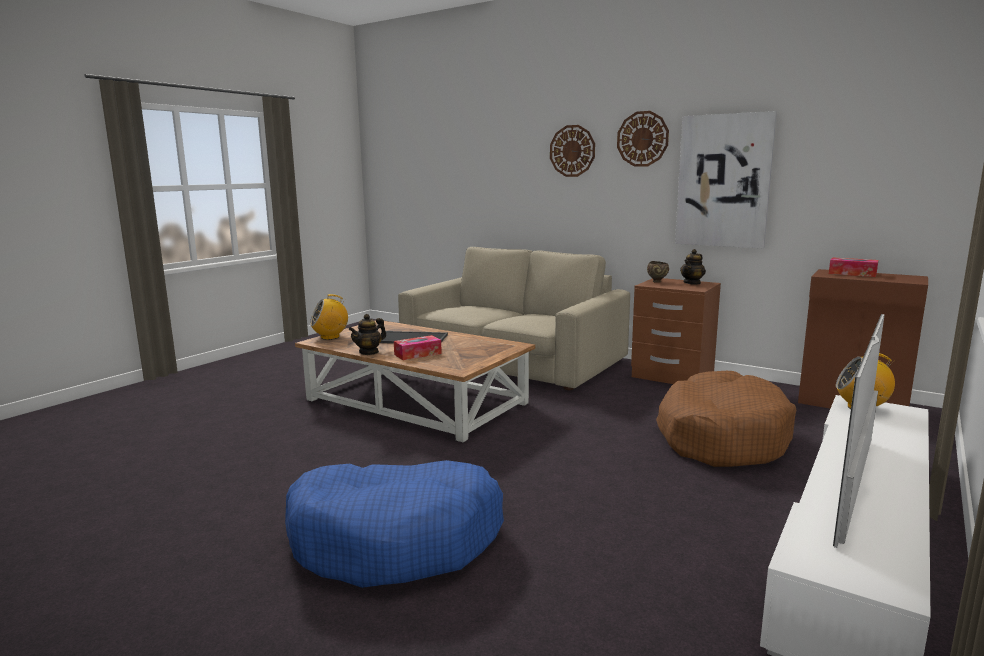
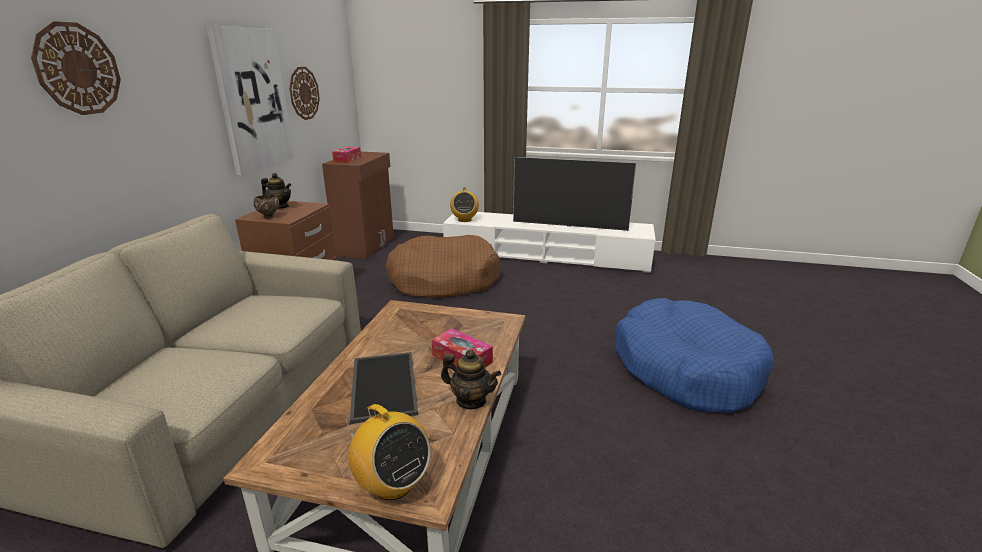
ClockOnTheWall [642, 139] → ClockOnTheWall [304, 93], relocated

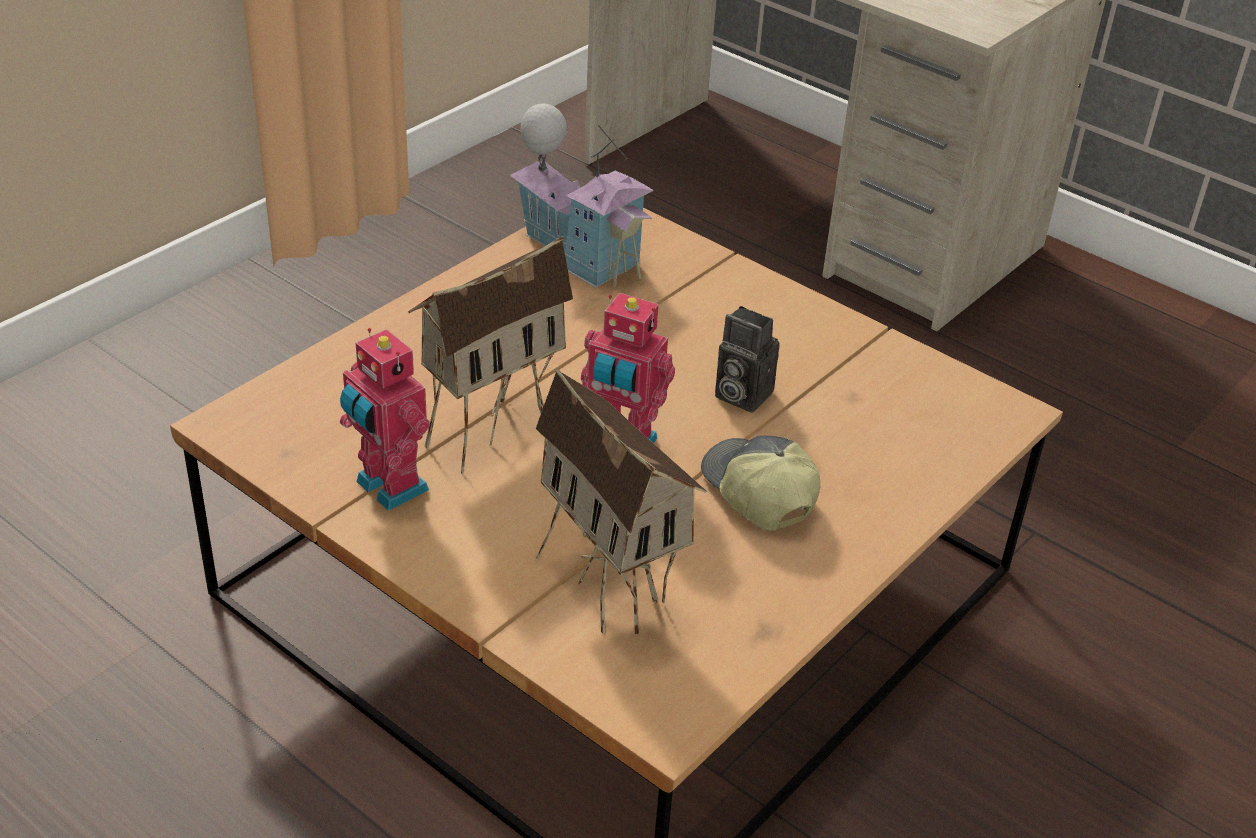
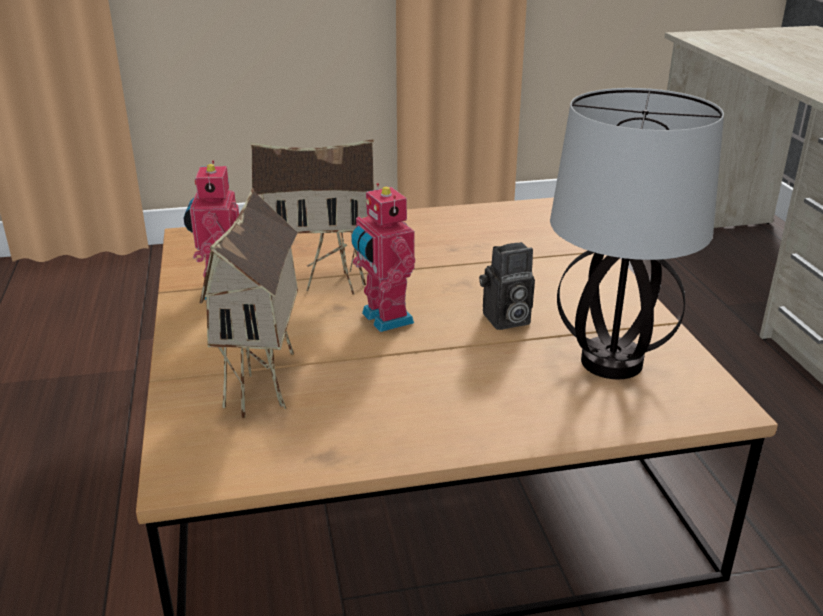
ToyHouse [581, 253] → -
PhotoCamera [739, 395] → PhotoCamera [505, 320], 90 degrees counterclockwise
BaseballCap [756, 493] → -
- → LampForATable [611, 363]

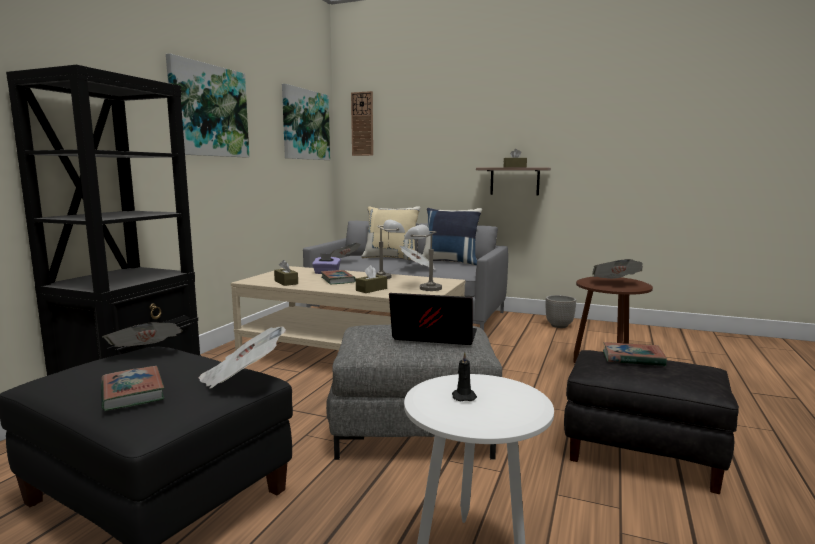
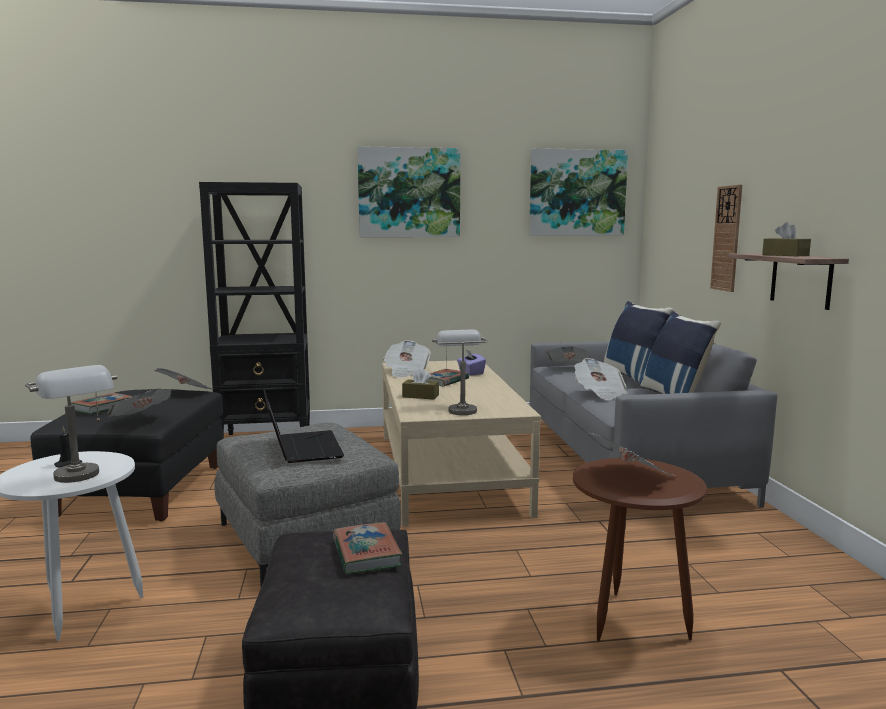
ClockOnTheWall [362, 124] → ClockOnTheWall [727, 238], relocated
SandColouredPillow [391, 258] → BluishPillow [633, 376]
GrayLampForATable [388, 277] → GrayLampForATable [83, 478], relocated
BrownishTissueHolder [286, 282] → Newspaper [406, 372]
PlantPot [559, 325] → -

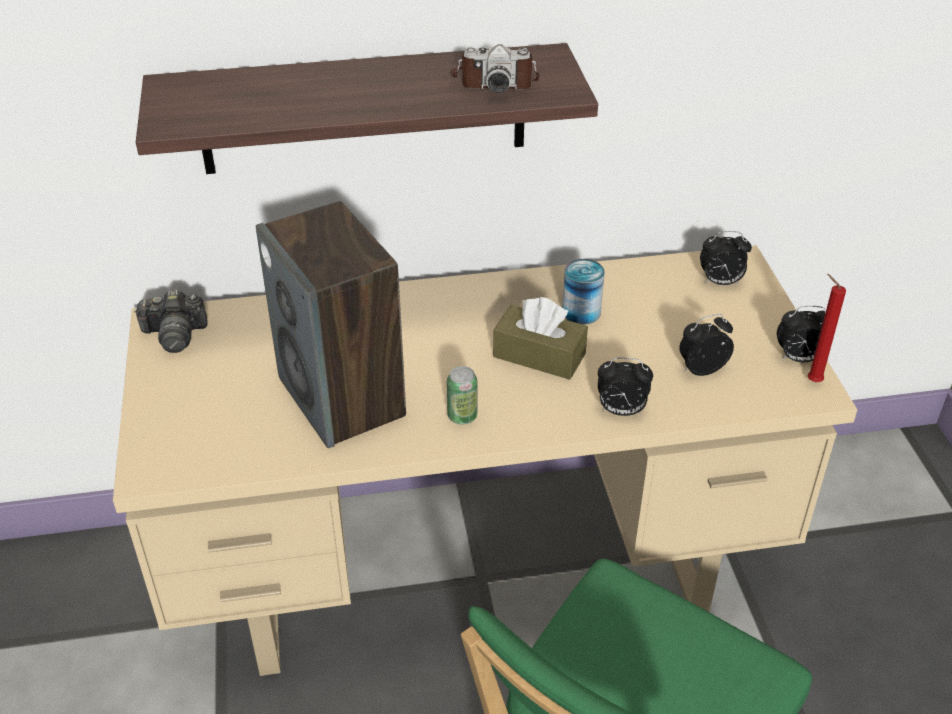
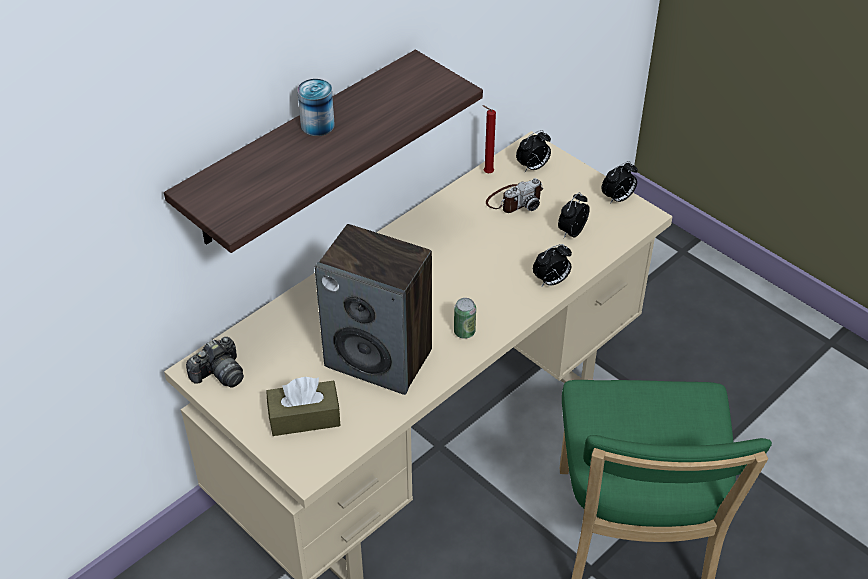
PhotoCamera [494, 81] → PhotoCamera [514, 200], relocated
SealedCan [581, 312] → SealedCan [317, 125], relocated
RedCandle [811, 381] → RedCandle [486, 173], relocated
BrownishTissueHolder [539, 355] → BrownishTissueHolder [304, 417], relocated

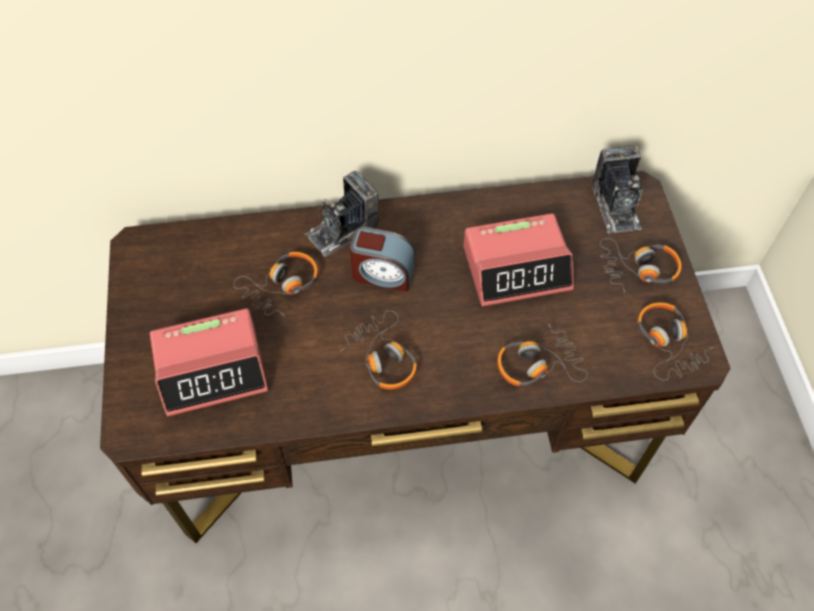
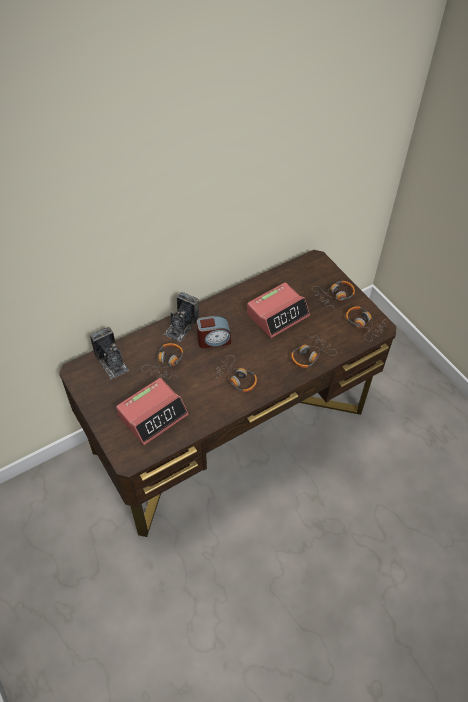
PhotoCamera [616, 206] → PhotoCamera [111, 362], relocated

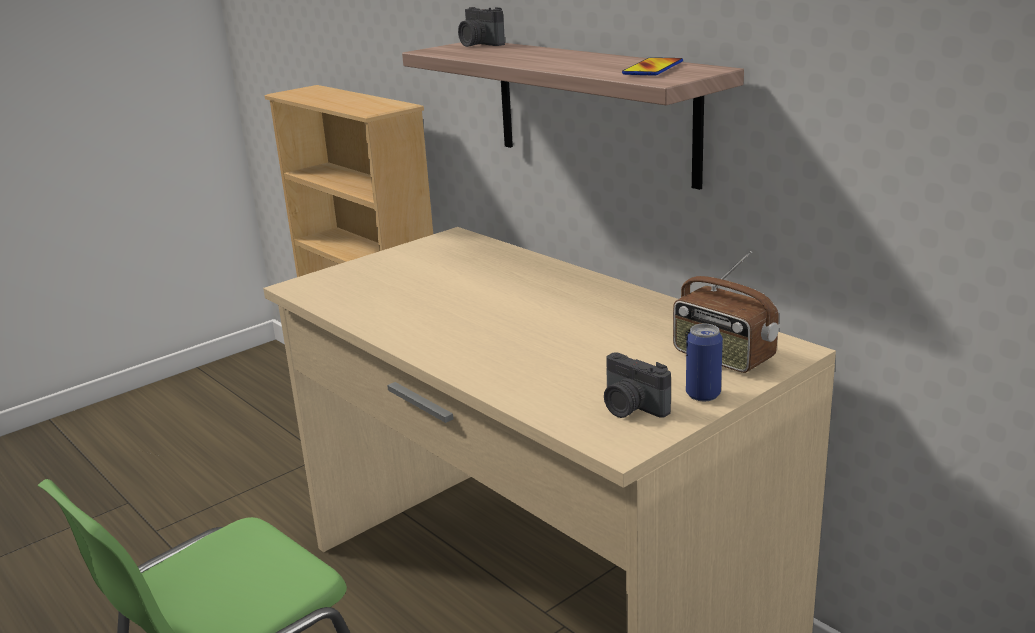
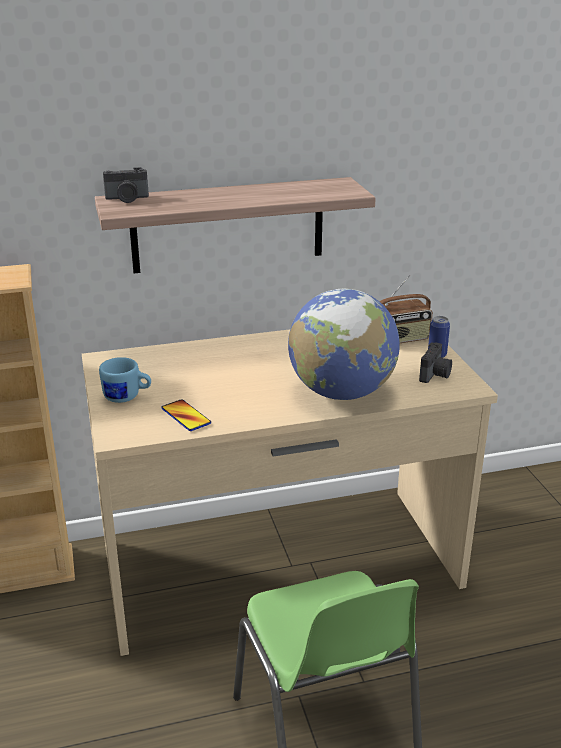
Phone [653, 68] → Phone [185, 416], relocated
PhotoCamera [631, 408] → PhotoCamera [435, 375], 45 degrees counterclockwise
- → DeskGlobe [341, 393]
- → BluishTeaMug [127, 397]

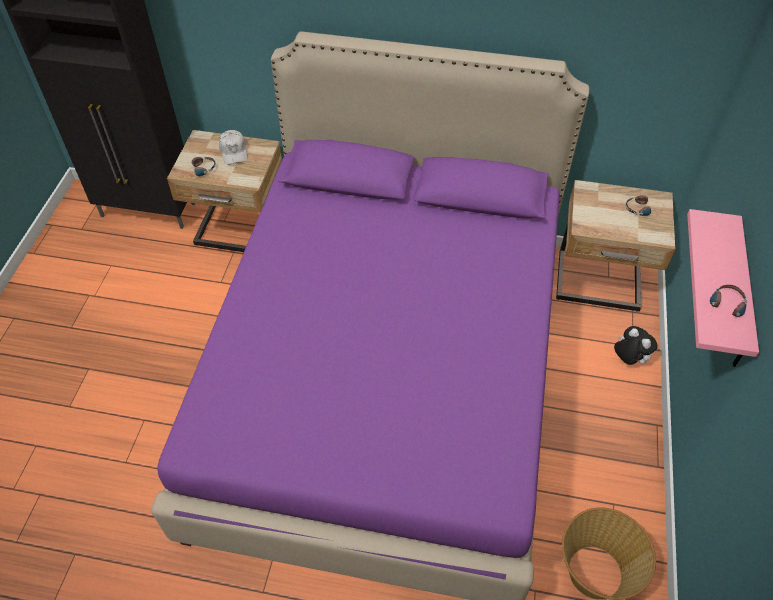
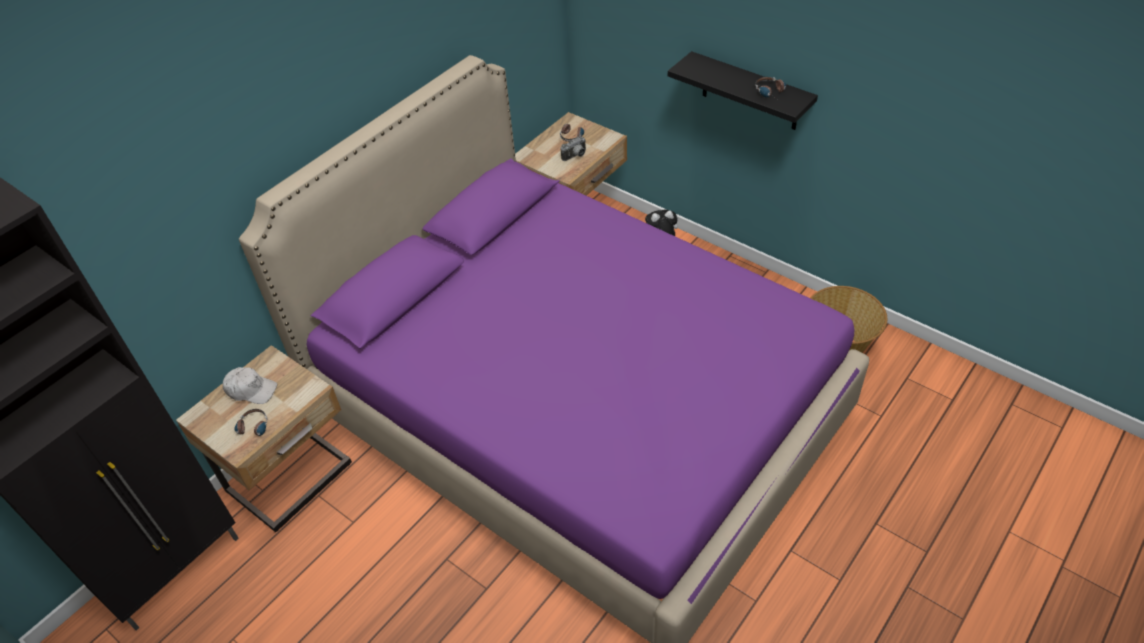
PinkColouredBracketShelf [739, 297] → BlackishBracketShelf [750, 92]
- → PhotoCamera [575, 156]

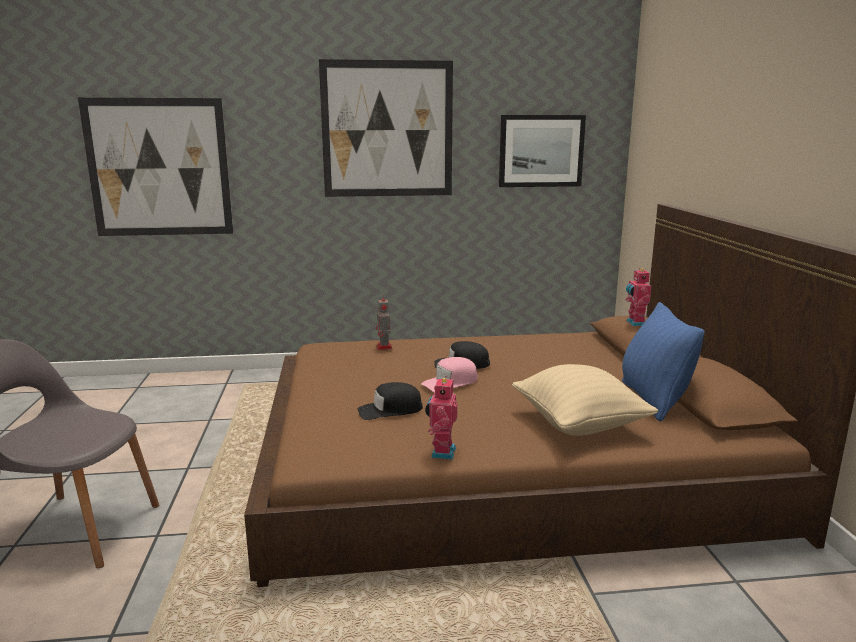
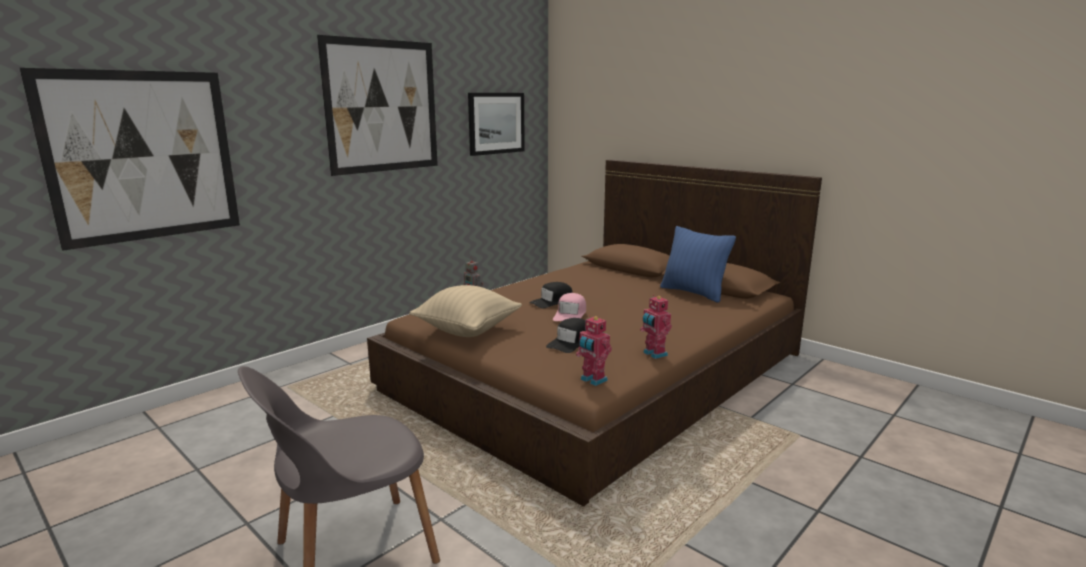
RobotFigure [635, 323] → RobotFigure [592, 380], relocated
SandColouredPillow [579, 425] → SandColouredPillow [467, 330], relocated

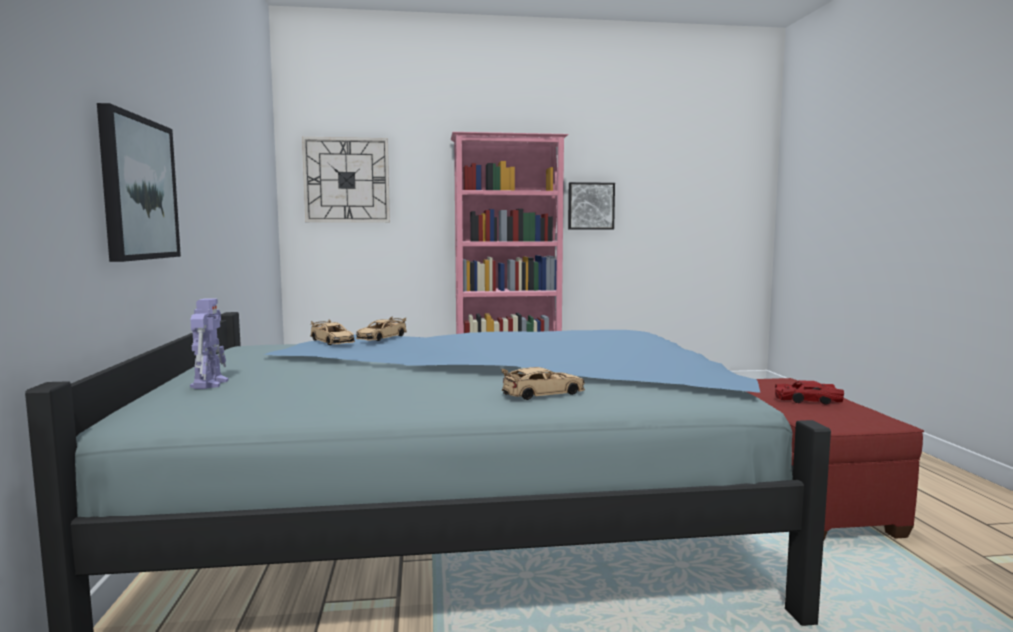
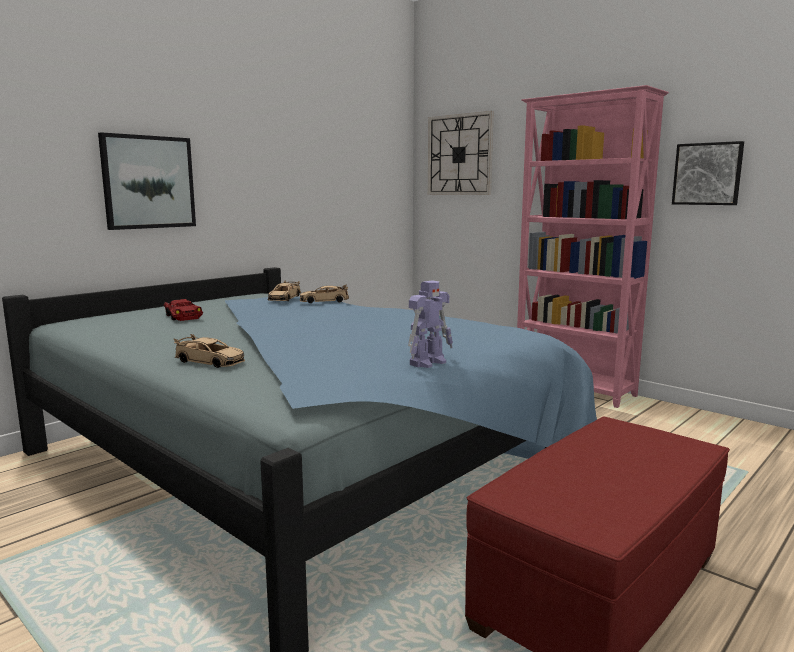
RobotFigure [210, 383] → RobotFigure [428, 362], relocated
RedModelCar [807, 400] → RedModelCar [182, 317], relocated

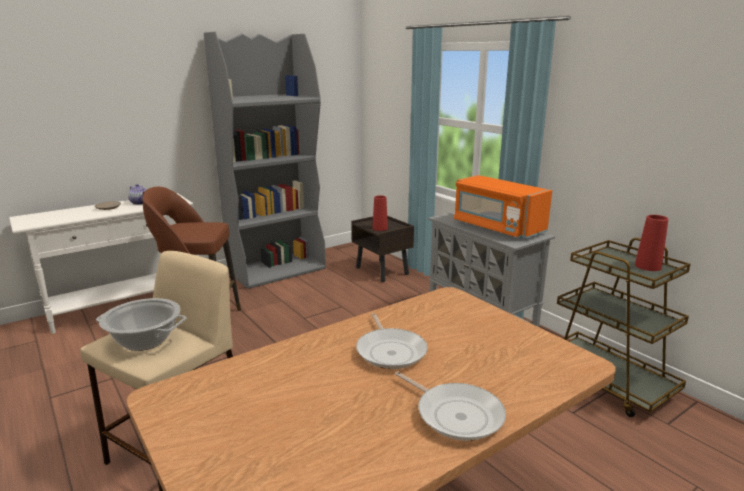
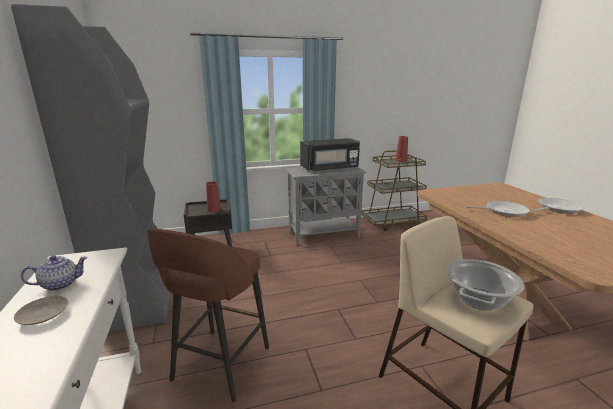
OrangeColouredMicrowave [497, 227] → BlackishMicrowave [330, 168]

